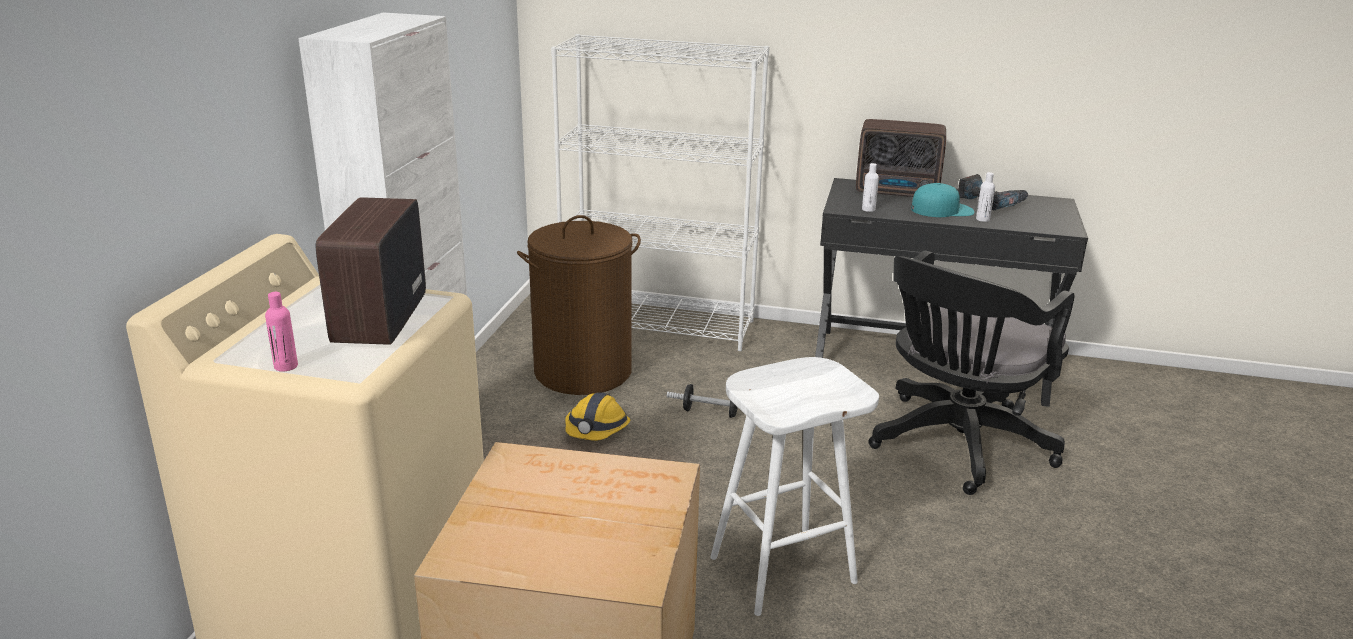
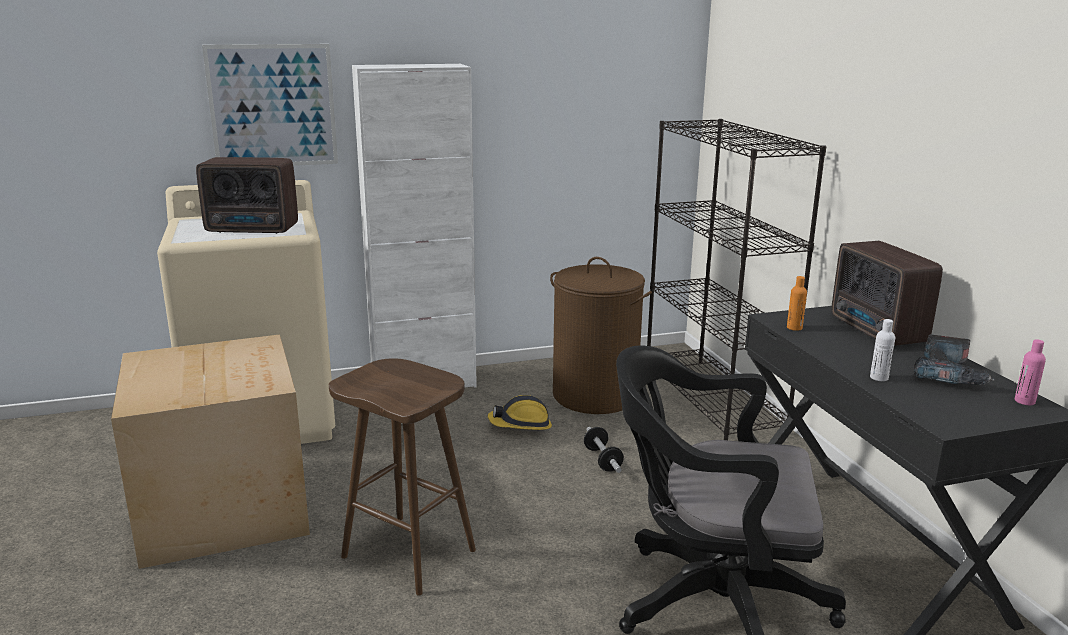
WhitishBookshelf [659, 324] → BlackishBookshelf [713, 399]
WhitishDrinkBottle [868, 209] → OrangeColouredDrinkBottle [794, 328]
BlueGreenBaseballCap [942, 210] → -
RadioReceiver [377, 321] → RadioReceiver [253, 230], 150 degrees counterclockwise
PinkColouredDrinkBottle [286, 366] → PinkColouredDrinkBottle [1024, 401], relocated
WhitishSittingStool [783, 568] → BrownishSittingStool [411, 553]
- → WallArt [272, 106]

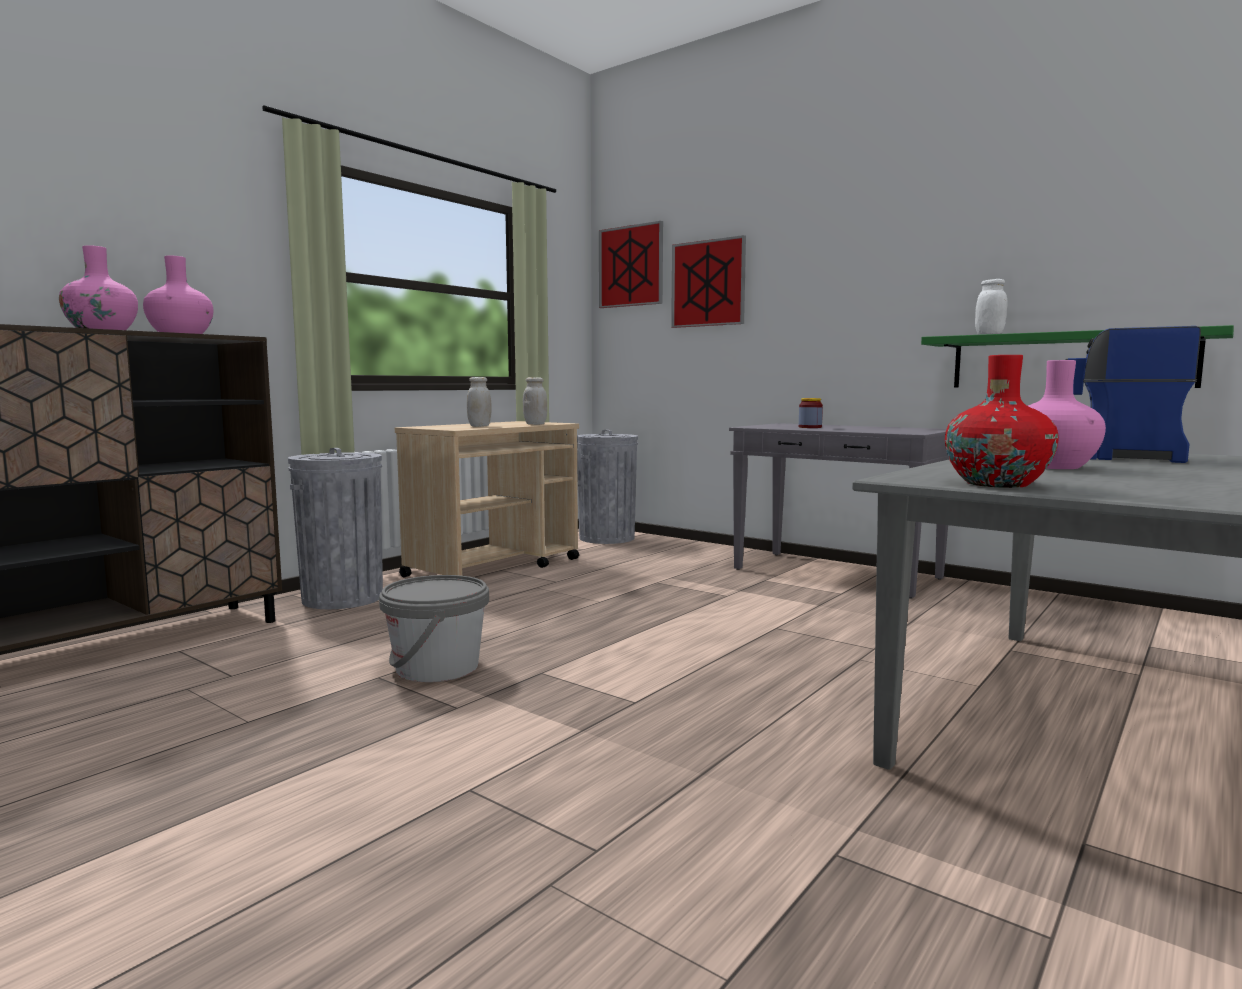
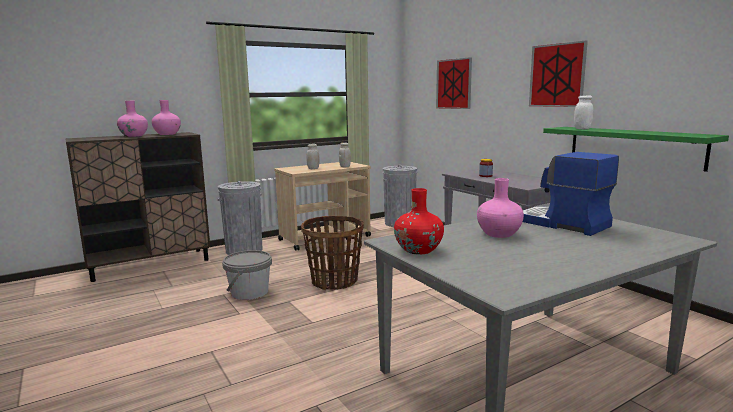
WallArt [631, 266] → WallArt [557, 75], relocated
- → StorageBasket [334, 281]

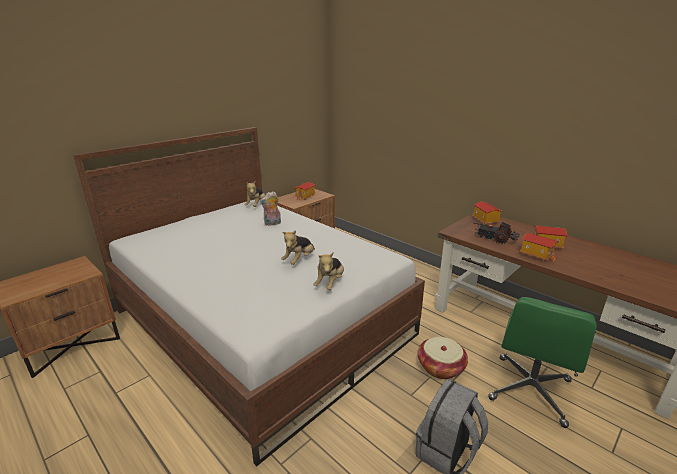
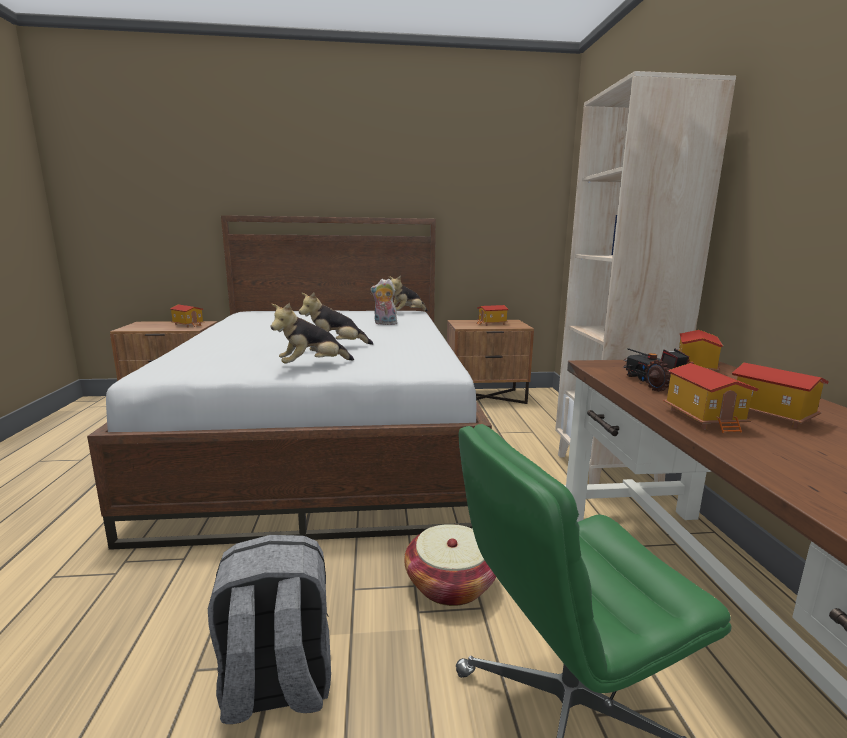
- → SandColouredBookshelf [608, 472]
- → ToyHouse [188, 325]

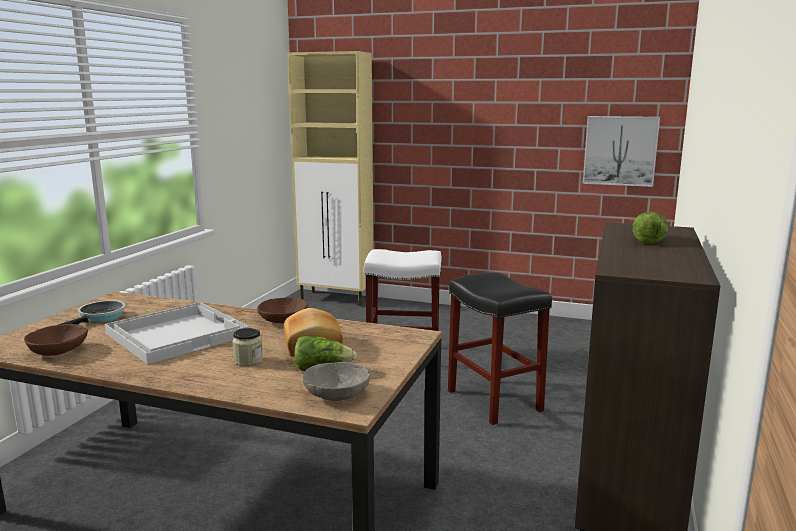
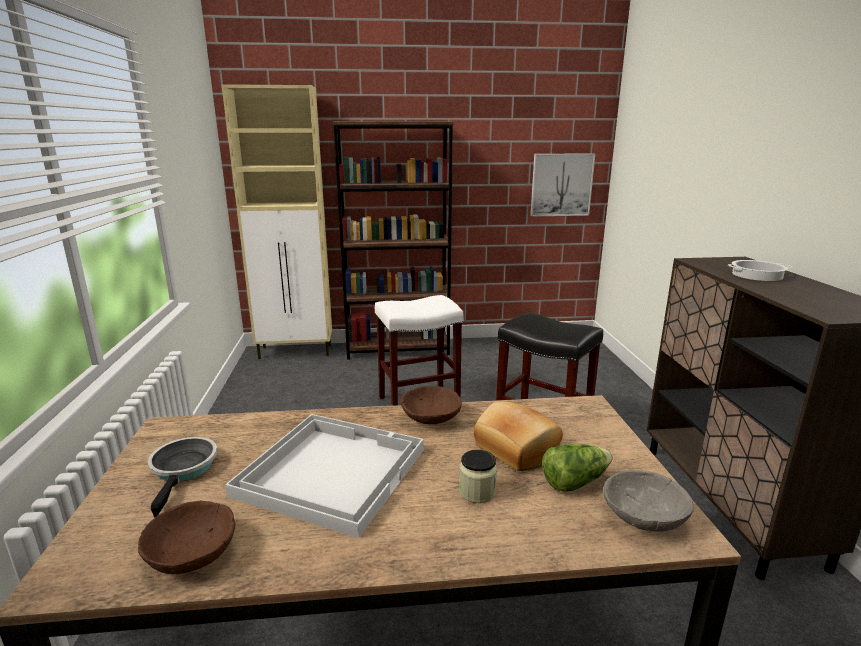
LettuceHead [647, 240] → Stockpot [757, 275]
- → BrownishBookshelf [398, 349]

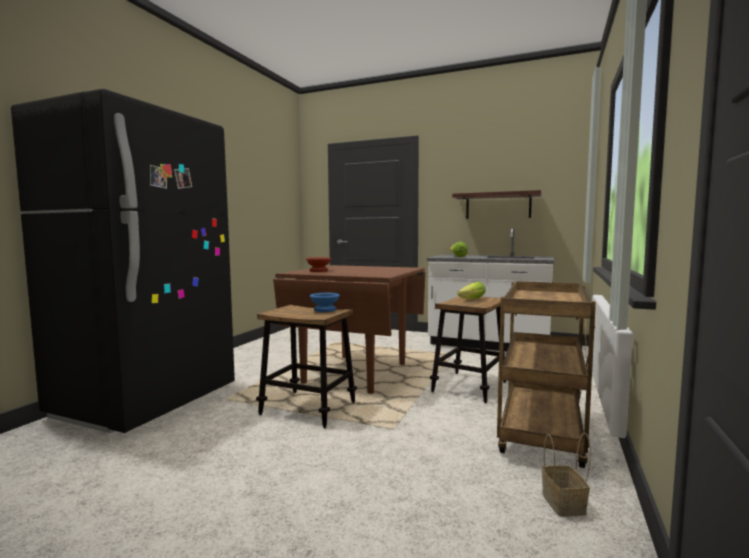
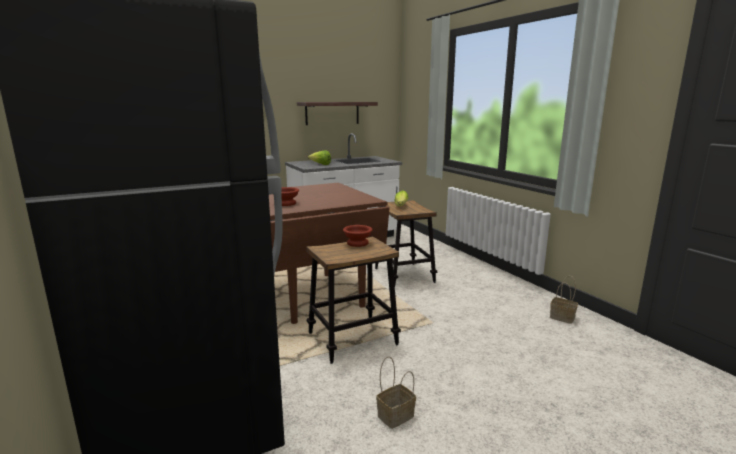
BrownishTrolley [542, 434] → -
BluishDeepDish [325, 310] → BrownishDeepDish [357, 243]
- → StorageBasket [395, 417]

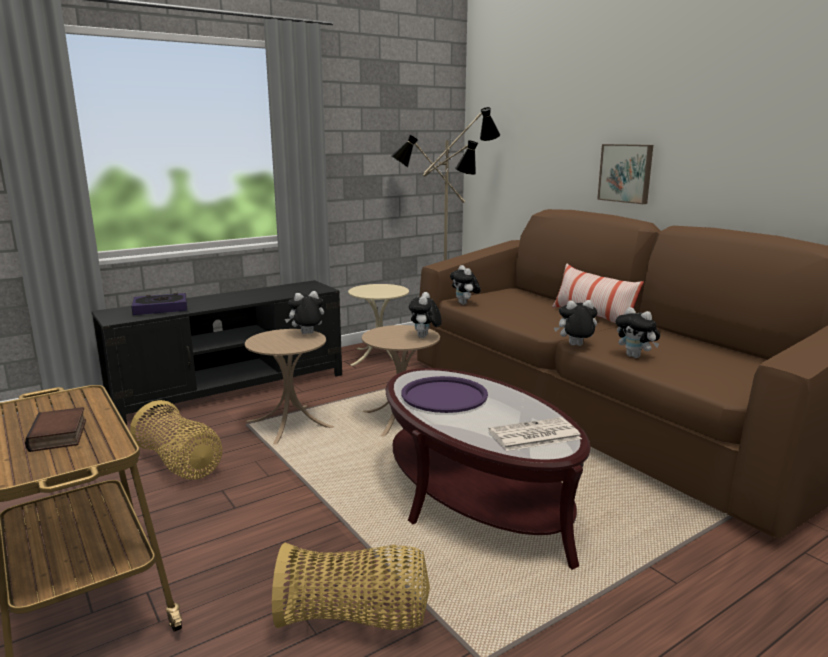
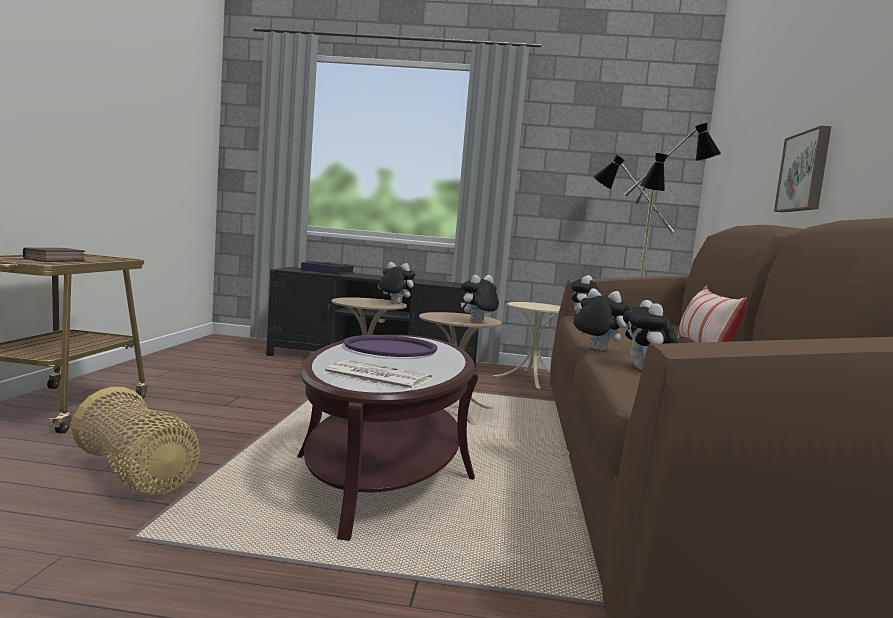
StorageBasket [180, 464] → -

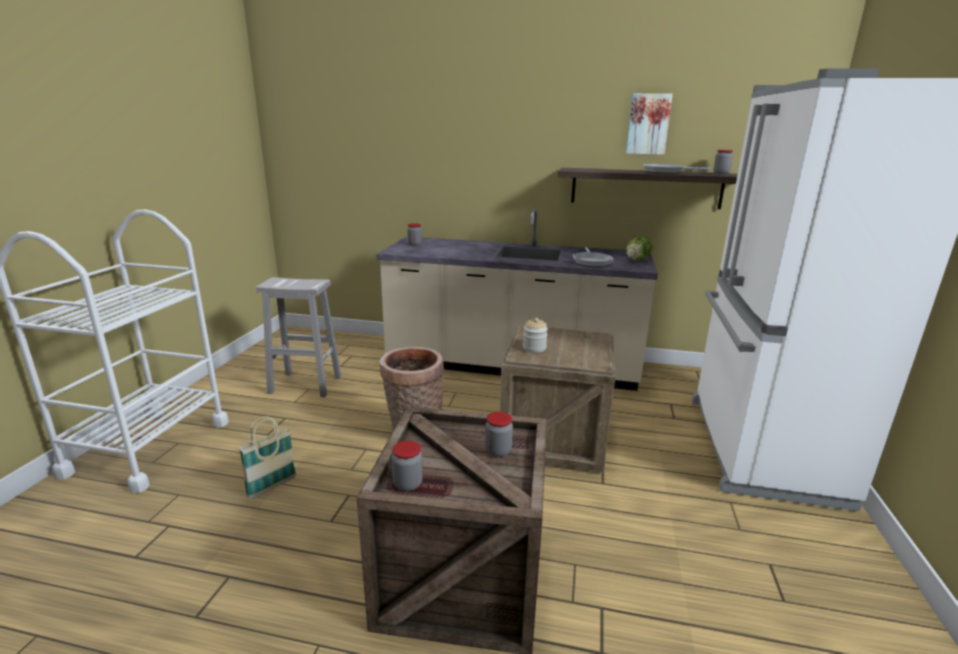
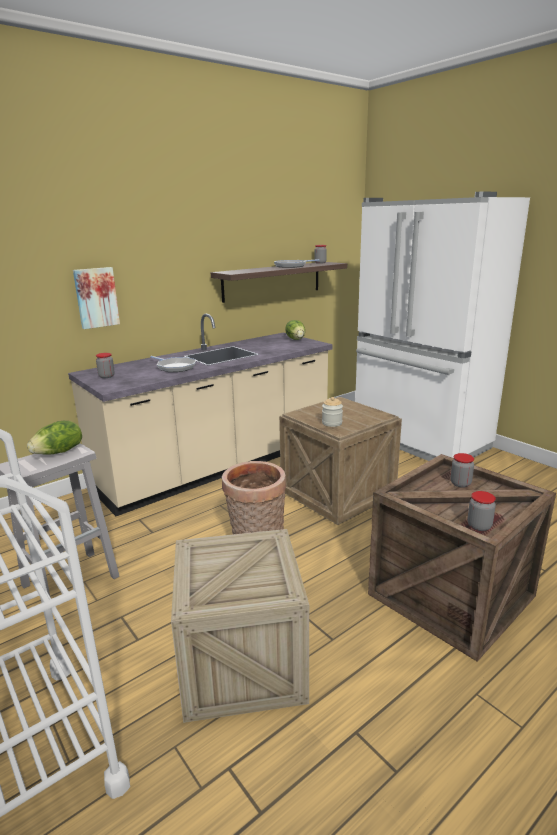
WallArt [648, 124] → WallArt [96, 297], relocated
Skillet [591, 262] → Skillet [175, 367], relocated
StorageBasket [272, 487] → PackingCrate [242, 663]
- → LettuceHead [59, 452]

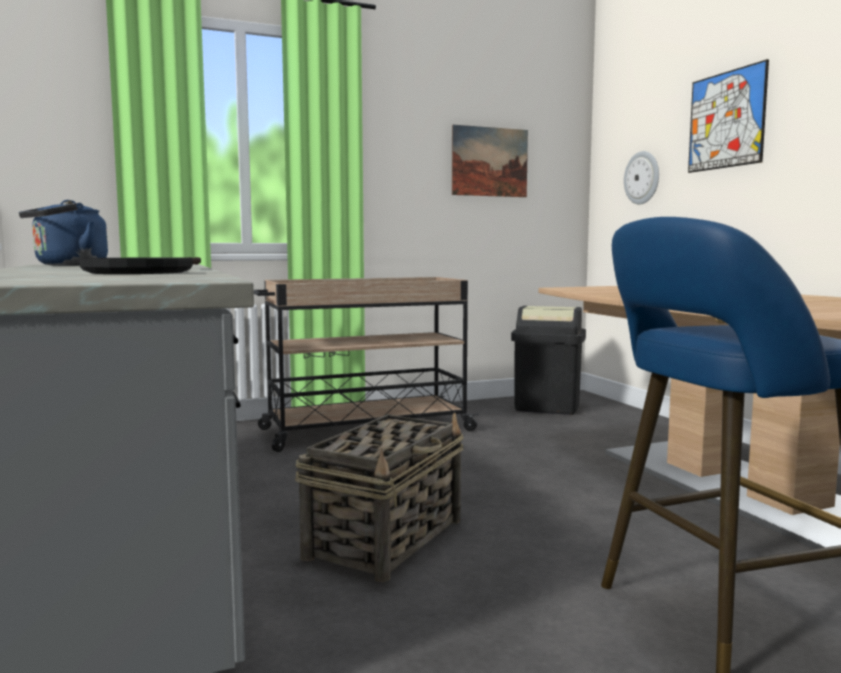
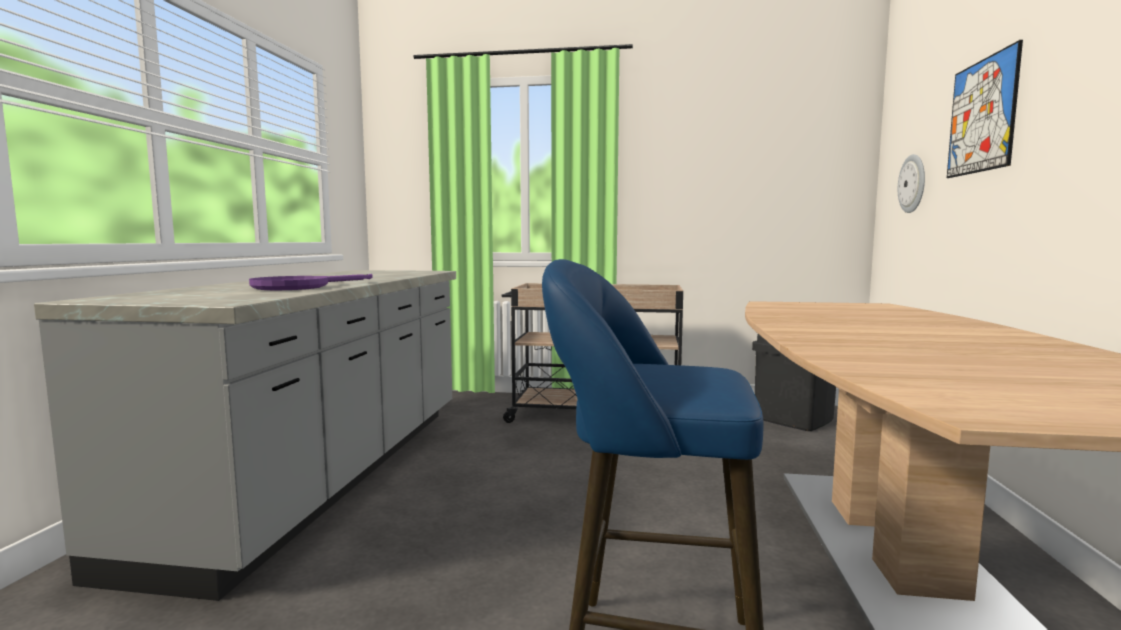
WallArt [489, 162] → -
BluishTeaKettle [67, 265] → -
BlackishSkillet [146, 272] → PurpleColouredSkillet [300, 287]
StorageBasket [387, 538] → -

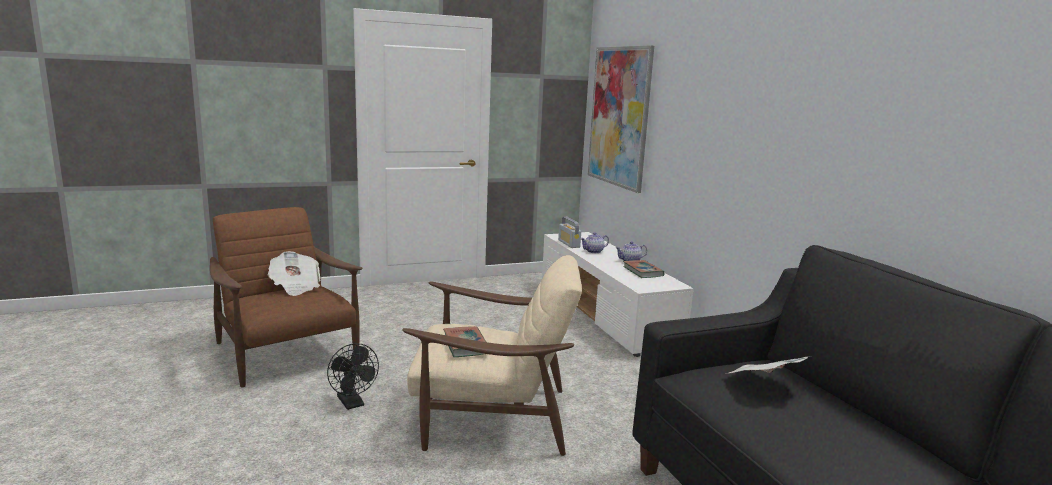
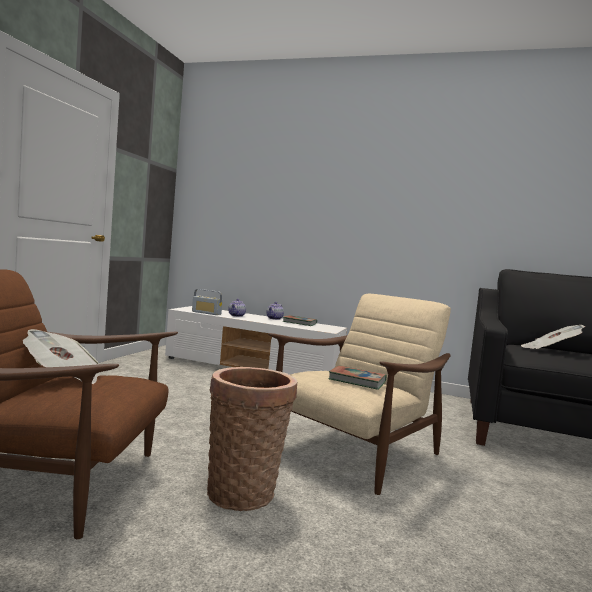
WallArt [619, 117] → -
BlackishElectricFan [353, 403] → StorageBasket [244, 491]

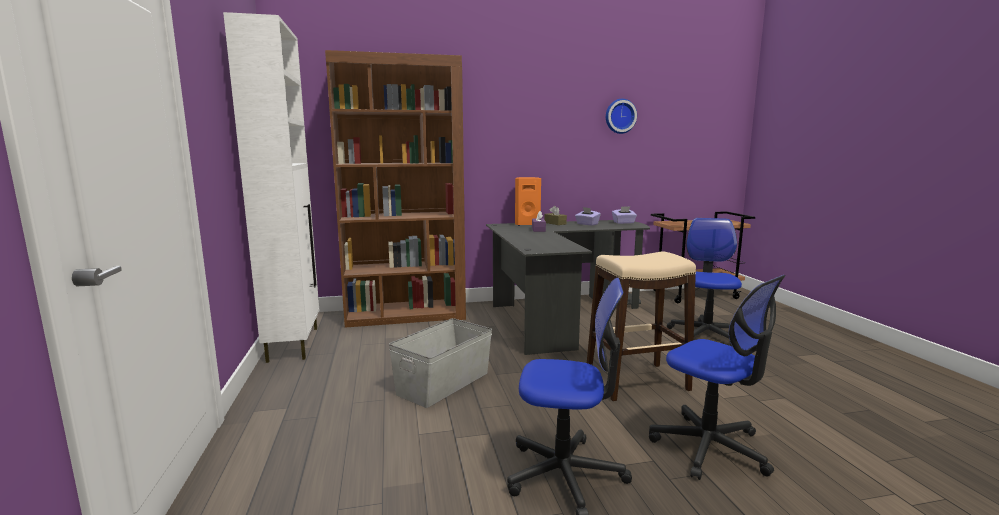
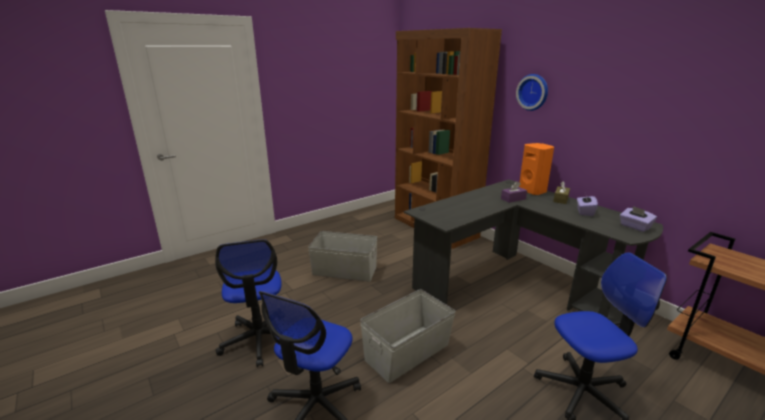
WhitishCupboard [294, 343] → -
ClockOnTheWall [620, 116] → ClockOnTheWall [533, 92], relocated
SandColouredSittingStool [636, 382] → GrayStorageBox [406, 352]

